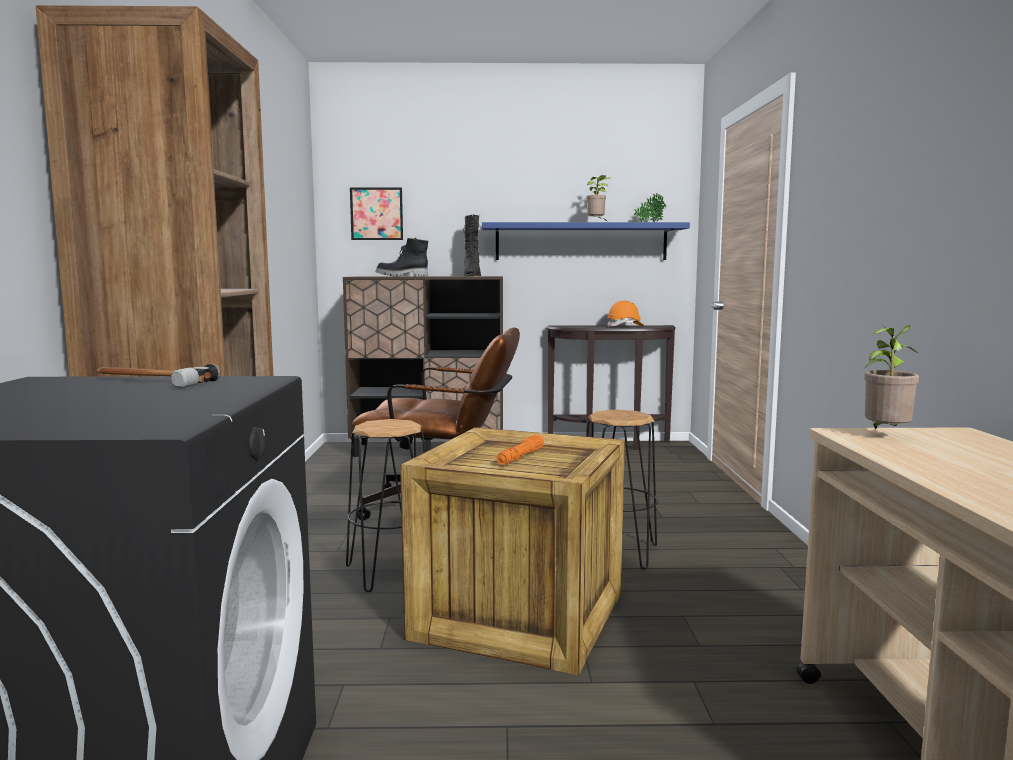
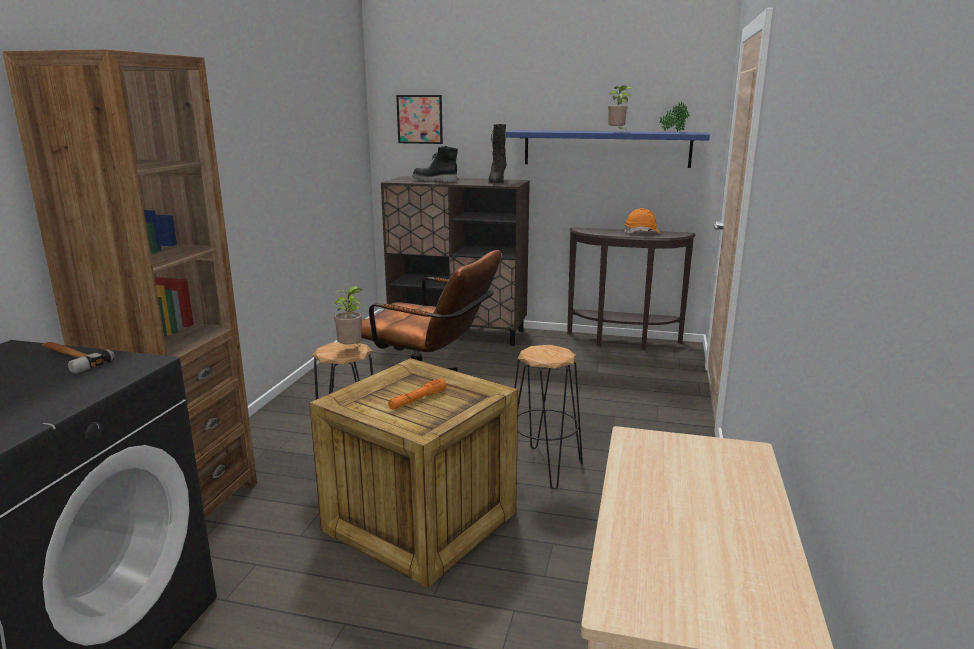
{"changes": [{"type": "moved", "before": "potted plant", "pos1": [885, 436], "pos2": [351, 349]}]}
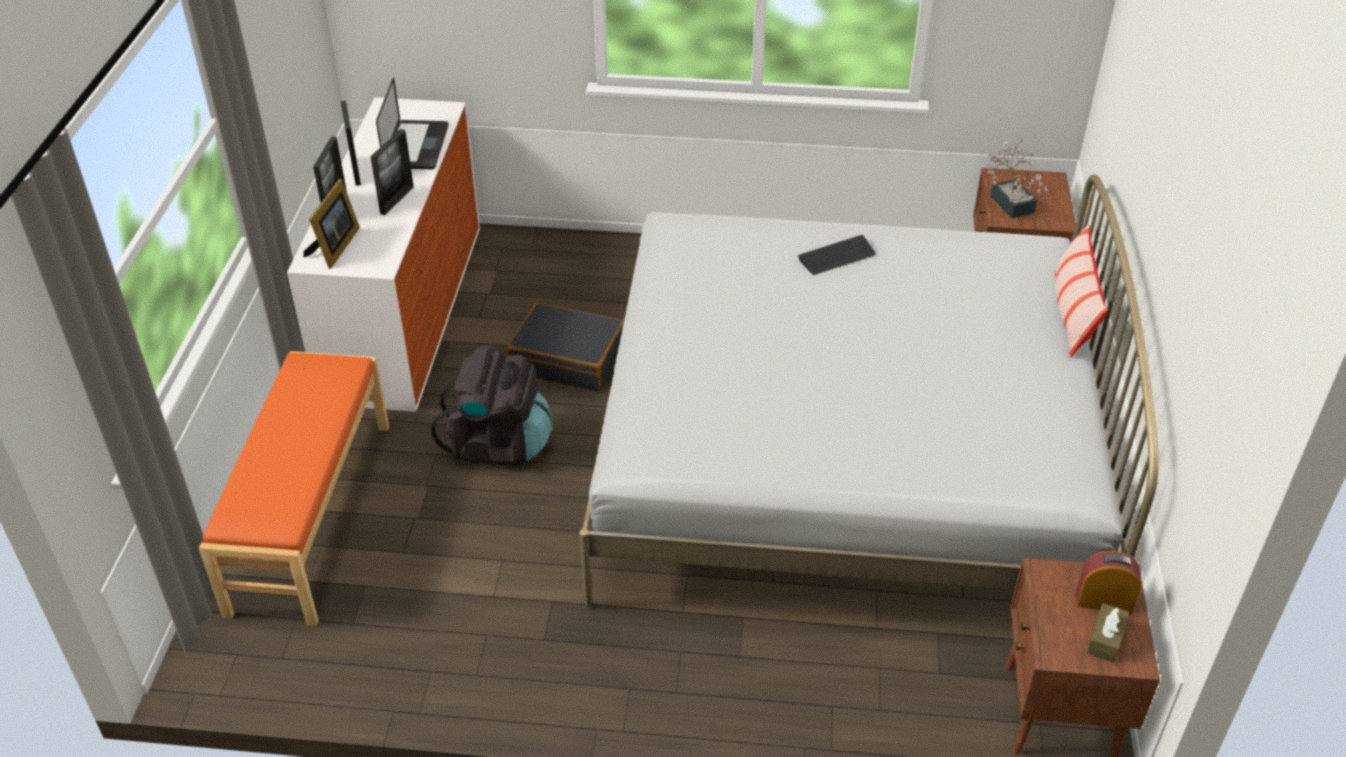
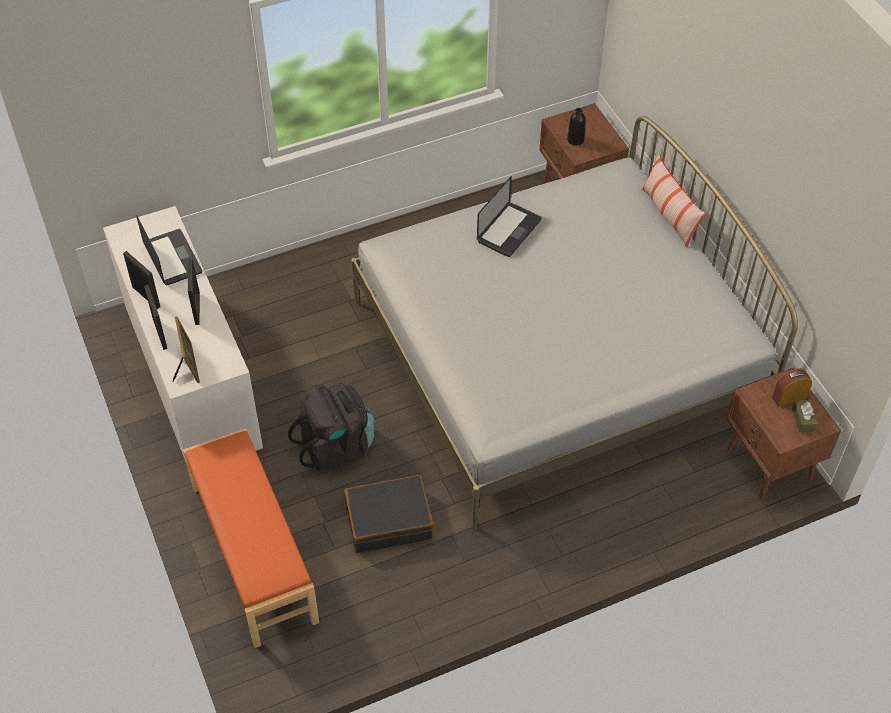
{"changes": [{"type": "replaced", "before": "potted plant", "after": "bottle/black", "pos1": [1009, 201], "pos2": [575, 140]}, {"type": "replaced", "before": "keyboard", "after": "laptop", "pos1": [837, 256], "pos2": [509, 231]}, {"type": "moved", "before": "suitcase/black", "pos1": [568, 359], "pos2": [389, 520]}]}
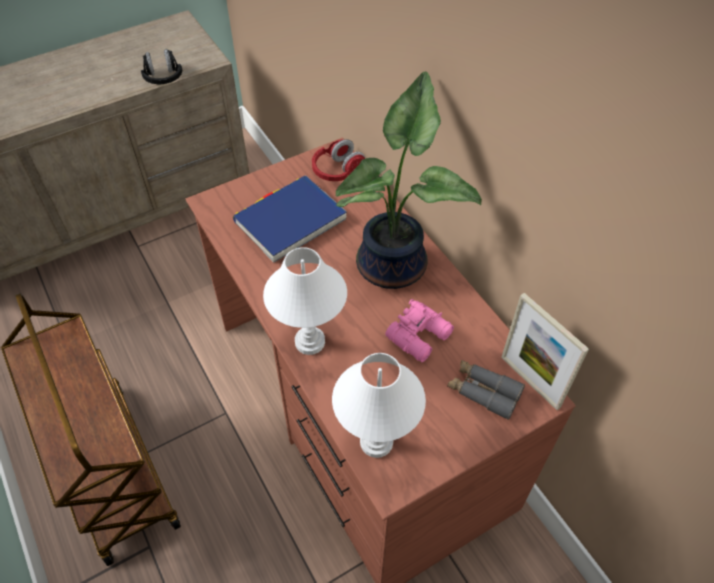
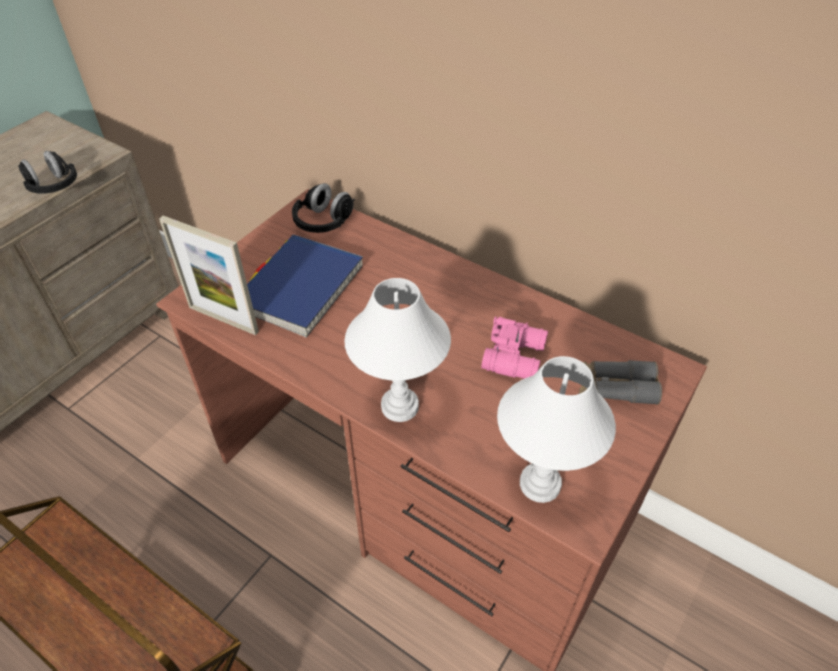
{"changes": [{"type": "removed", "before": "potted plant", "pos1": [395, 264]}, {"type": "recoloured", "before": "headphones/red", "after": "headphones/black", "pos1": [338, 171], "pos2": [324, 222]}, {"type": "moved", "before": "picture frame", "pos1": [530, 382], "pos2": [223, 319]}]}
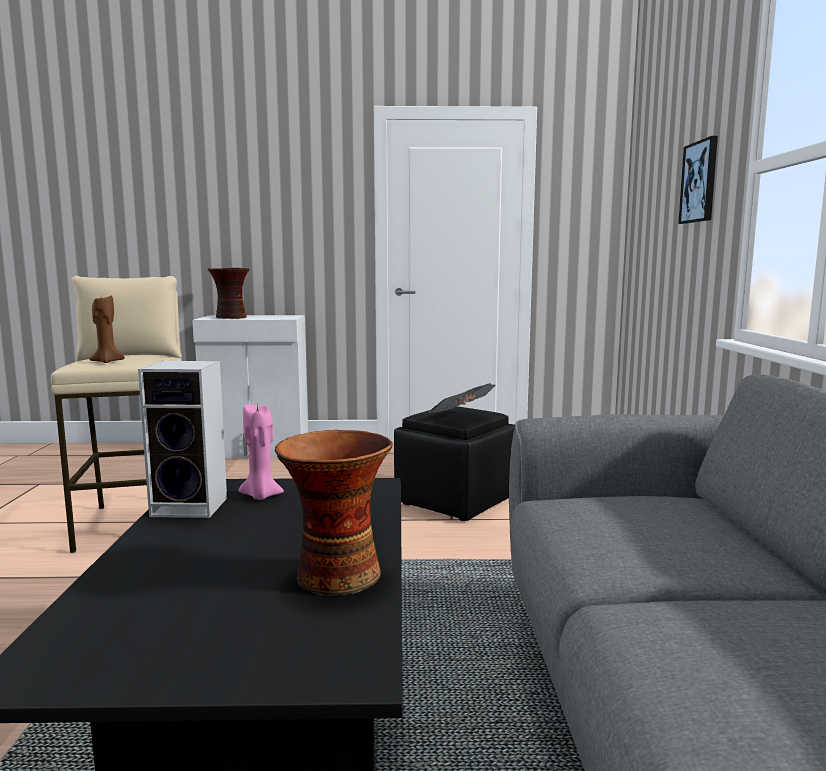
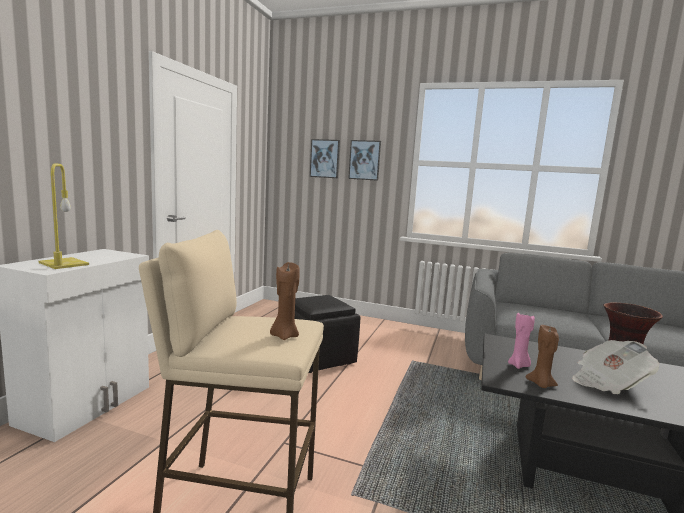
{"changes": [{"type": "replaced", "before": "vase", "after": "table lamp/yellow", "pos1": [231, 317], "pos2": [65, 264]}, {"type": "replaced", "before": "speaker", "after": "candle/brown", "pos1": [193, 506], "pos2": [541, 384]}, {"type": "moved", "before": "newspaper", "pos1": [461, 416], "pos2": [608, 383]}, {"type": "added", "after": "picture", "pos2": [325, 158]}]}
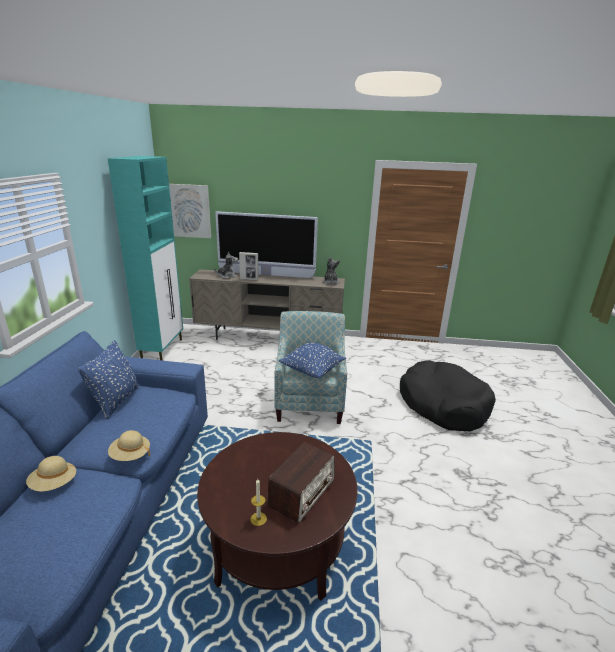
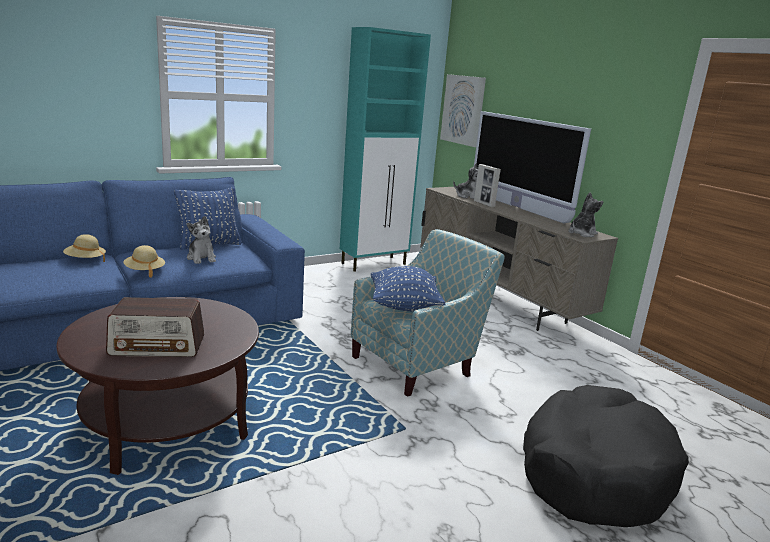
{"changes": [{"type": "removed", "before": "candle", "pos1": [258, 519]}, {"type": "added", "after": "plush toy", "pos2": [201, 258]}]}
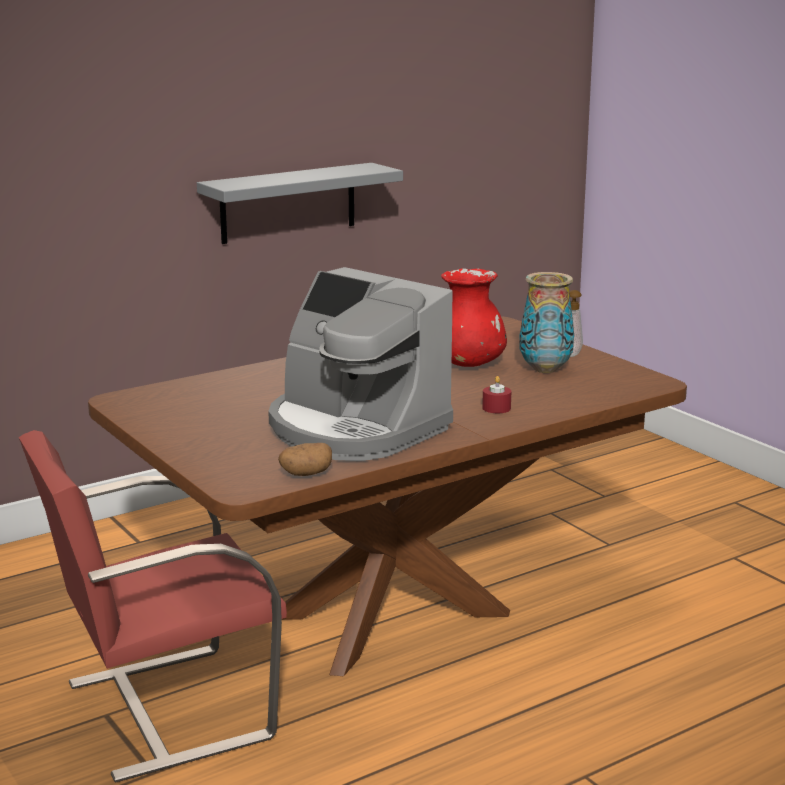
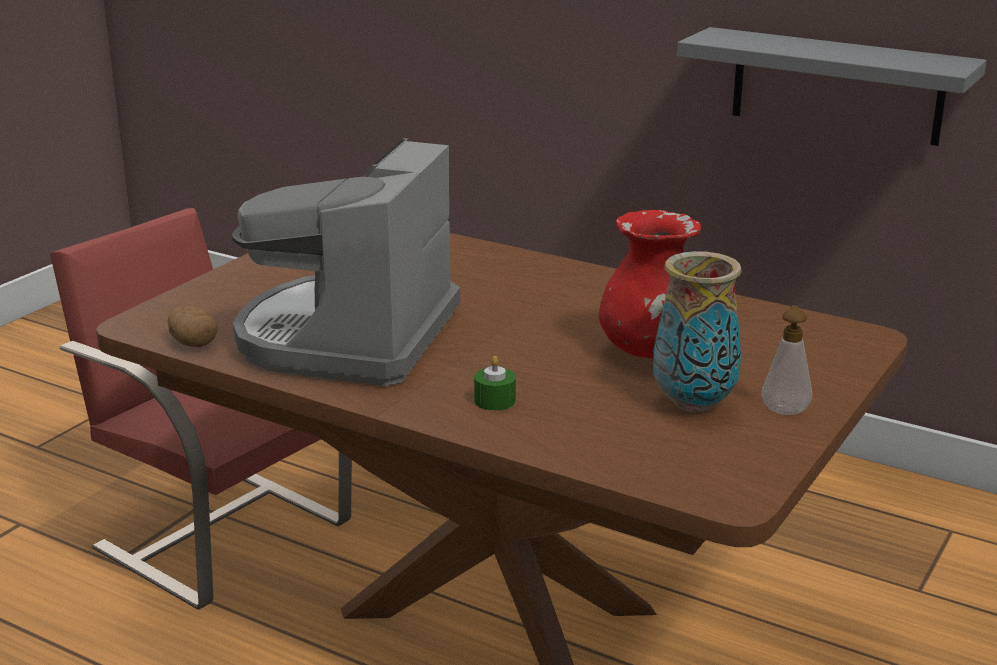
{"changes": [{"type": "recoloured", "before": "candle/red", "after": "candle/green", "pos1": [496, 408], "pos2": [495, 400]}]}
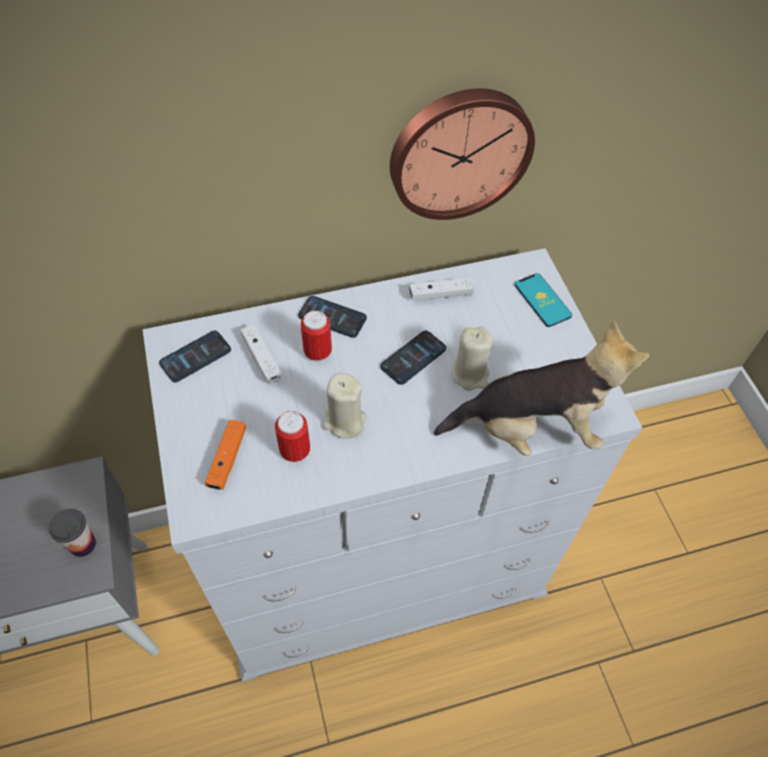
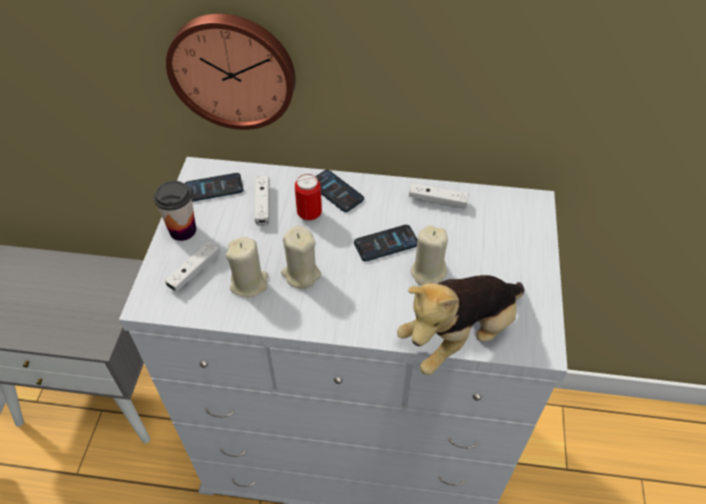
{"changes": [{"type": "moved", "before": "wall clock", "pos1": [459, 152], "pos2": [233, 70]}, {"type": "removed", "before": "phone", "pos1": [542, 300]}, {"type": "turned", "before": "plush toy", "pos1": [531, 429], "pos2": [459, 335], "turn": 120}, {"type": "replaced", "before": "can", "after": "candle/beige", "pos1": [295, 451], "pos2": [249, 283]}, {"type": "recoloured", "before": "game controller/orange", "after": "game controller/white", "pos1": [227, 459], "pos2": [195, 271]}, {"type": "moved", "before": "cup", "pos1": [83, 544], "pos2": [183, 230]}]}
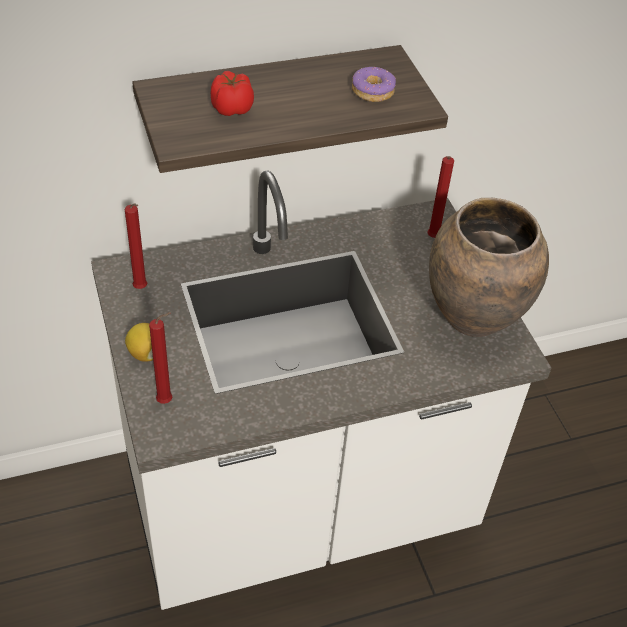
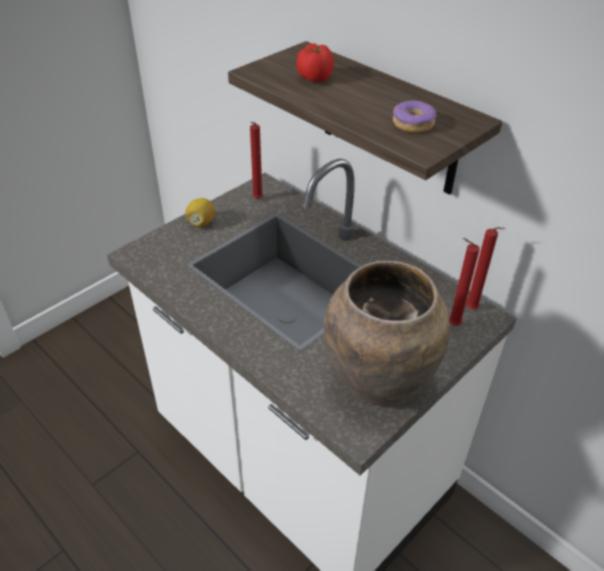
{"changes": [{"type": "moved", "before": "candle/red", "pos1": [167, 401], "pos2": [473, 310]}]}
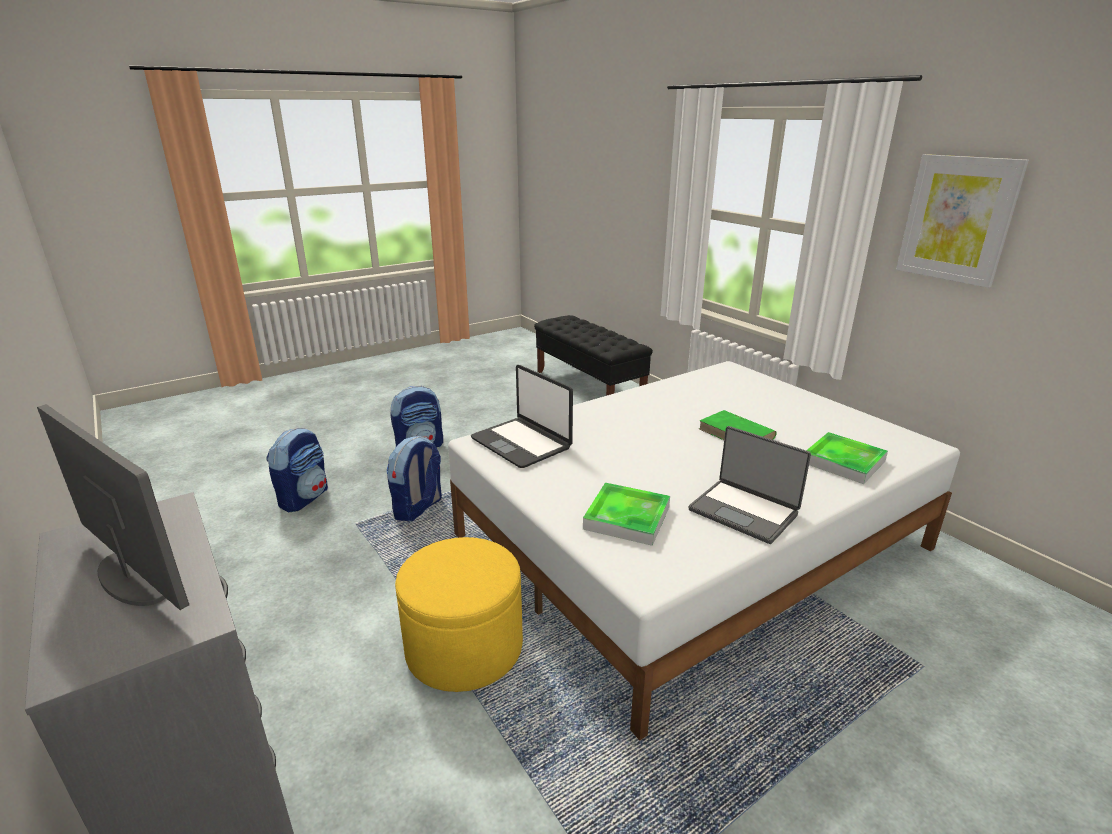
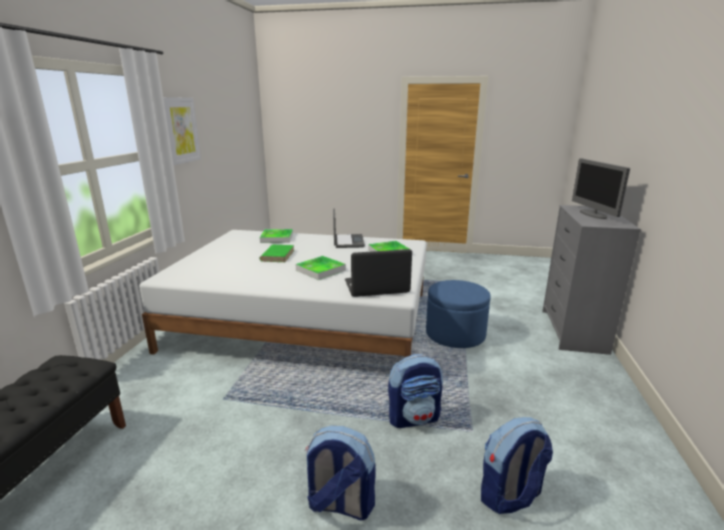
{"changes": [{"type": "turned", "before": "laptop", "pos1": [522, 443], "pos2": [376, 287], "turn": -105}, {"type": "recoloured", "before": "ottoman/yellow", "after": "ottoman/blue", "pos1": [464, 647], "pos2": [455, 334]}, {"type": "added", "after": "tray", "pos2": [320, 270]}]}
